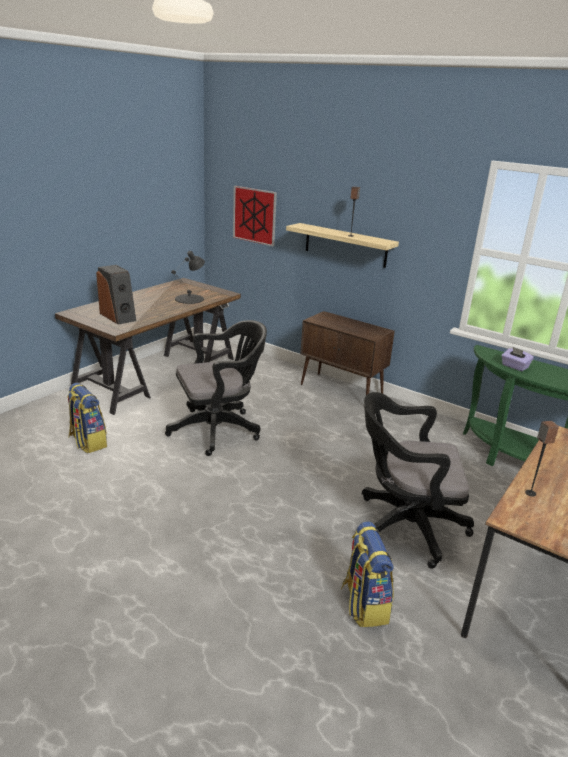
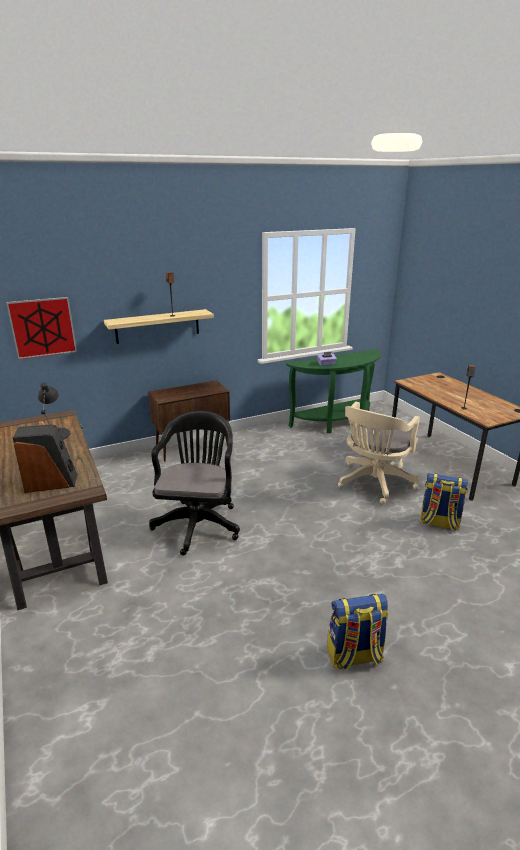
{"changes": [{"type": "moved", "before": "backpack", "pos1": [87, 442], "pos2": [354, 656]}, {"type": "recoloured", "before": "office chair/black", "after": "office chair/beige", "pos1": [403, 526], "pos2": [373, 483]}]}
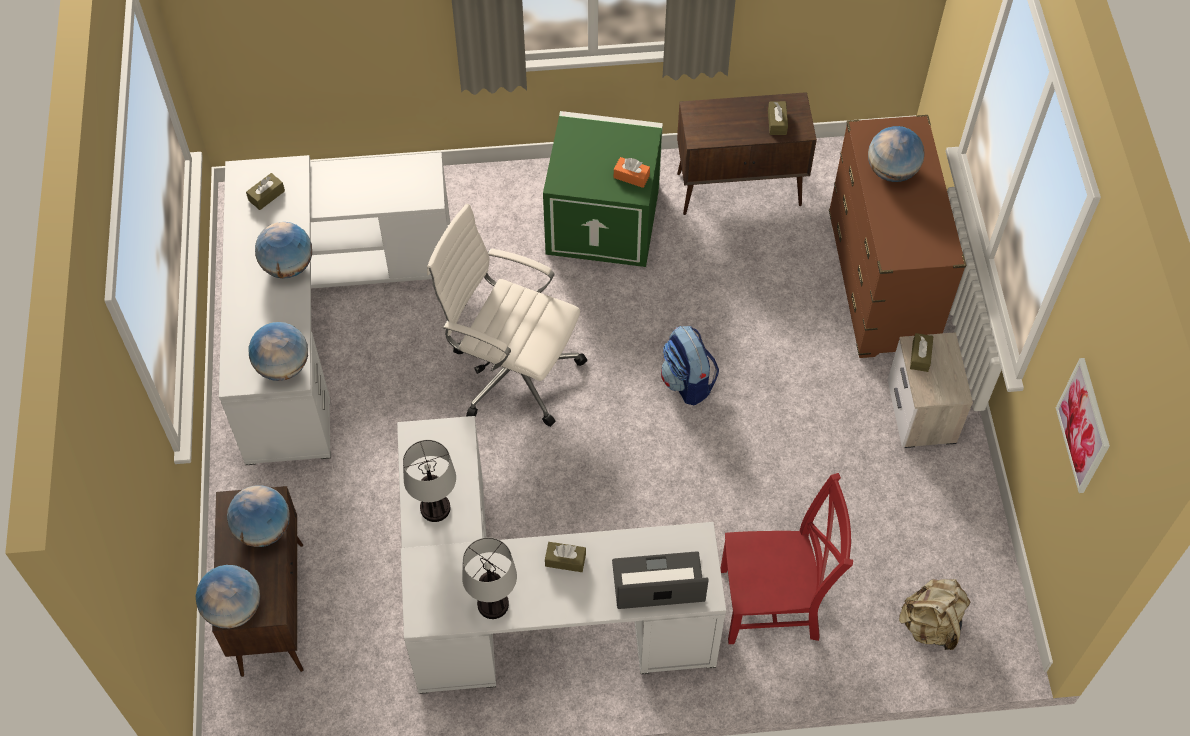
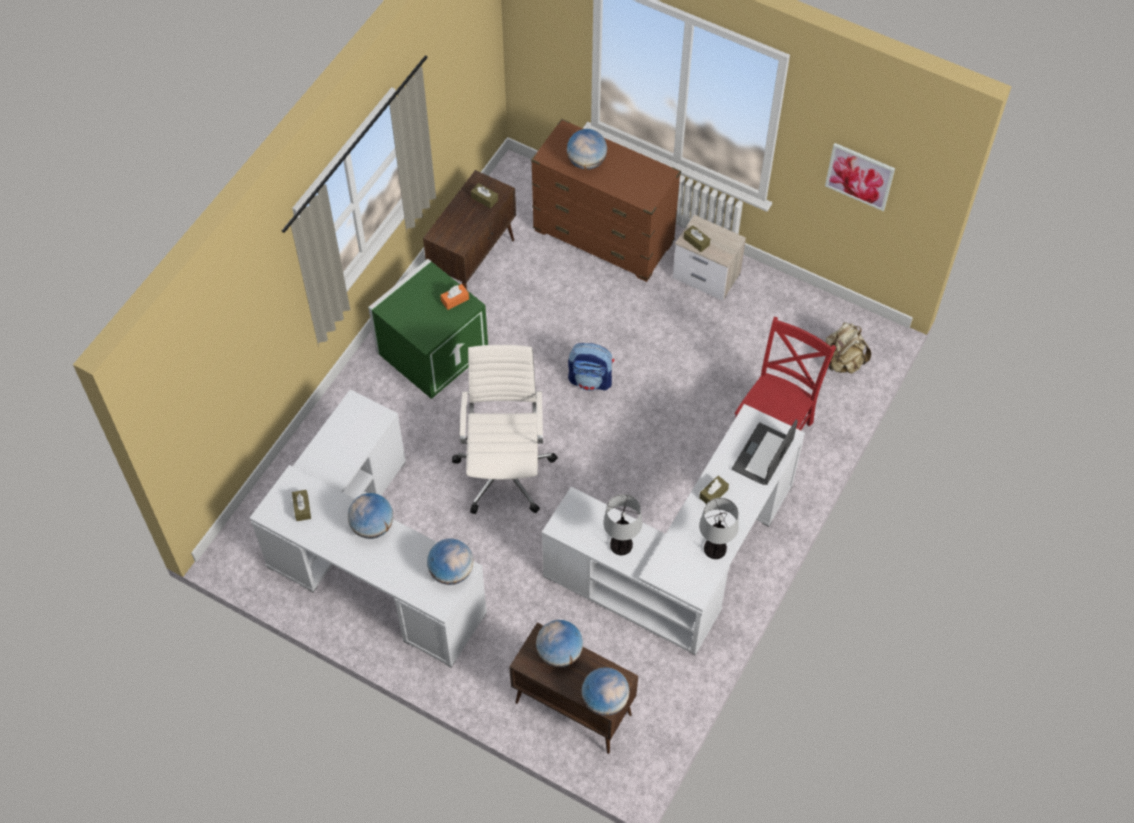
{"changes": [{"type": "turned", "before": "office chair/white", "pos1": [512, 371], "pos2": [505, 470], "turn": 120}]}
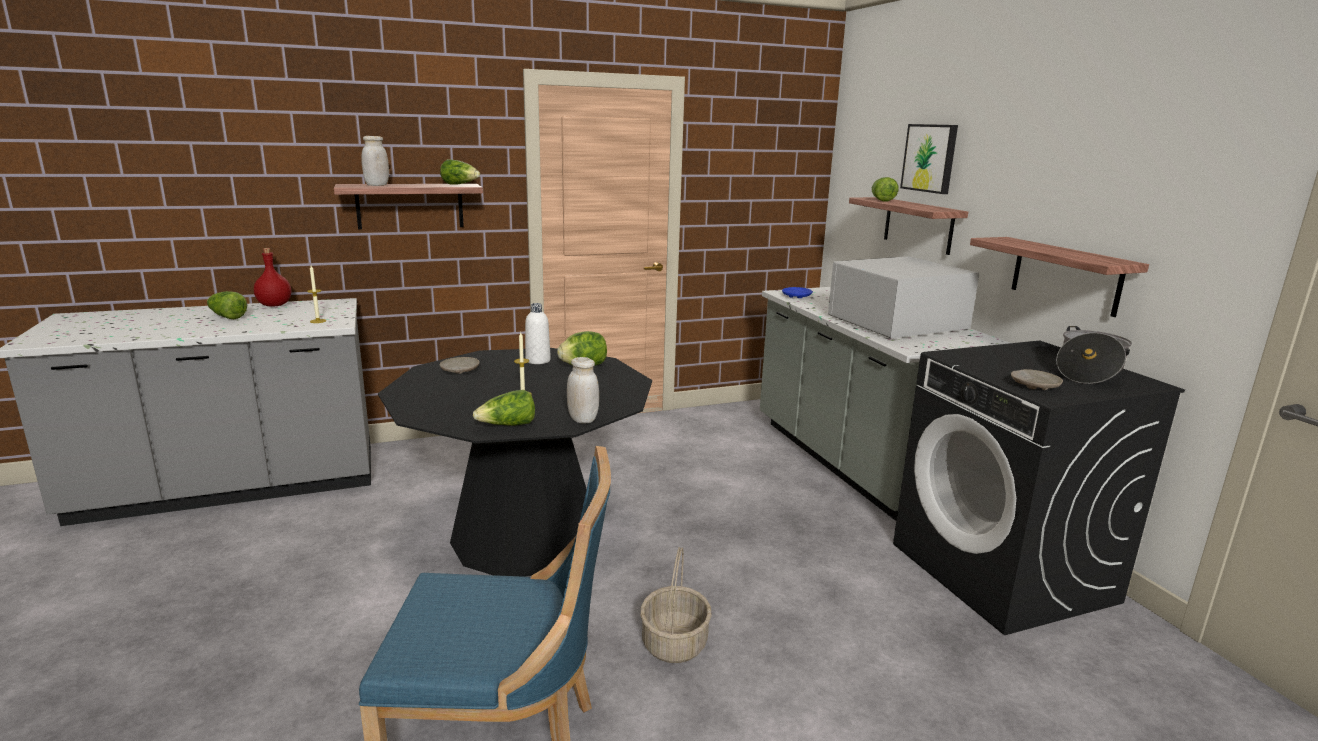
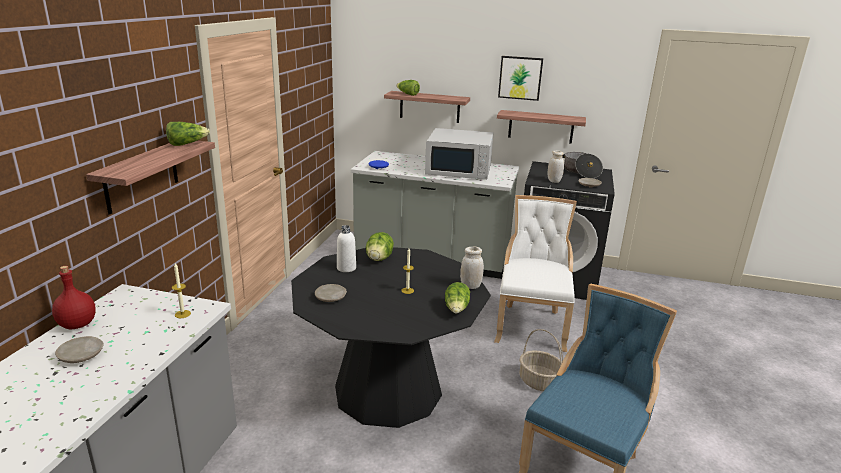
{"changes": [{"type": "moved", "before": "picture", "pos1": [930, 158], "pos2": [520, 77]}, {"type": "moved", "before": "jar/white", "pos1": [377, 185], "pos2": [554, 181]}, {"type": "turned", "before": "microwave/white", "pos1": [895, 323], "pos2": [459, 170], "turn": -90}, {"type": "replaced", "before": "lettuce", "after": "plate/beige", "pos1": [227, 317], "pos2": [81, 355]}, {"type": "added", "after": "chair/white", "pos2": [531, 325]}]}
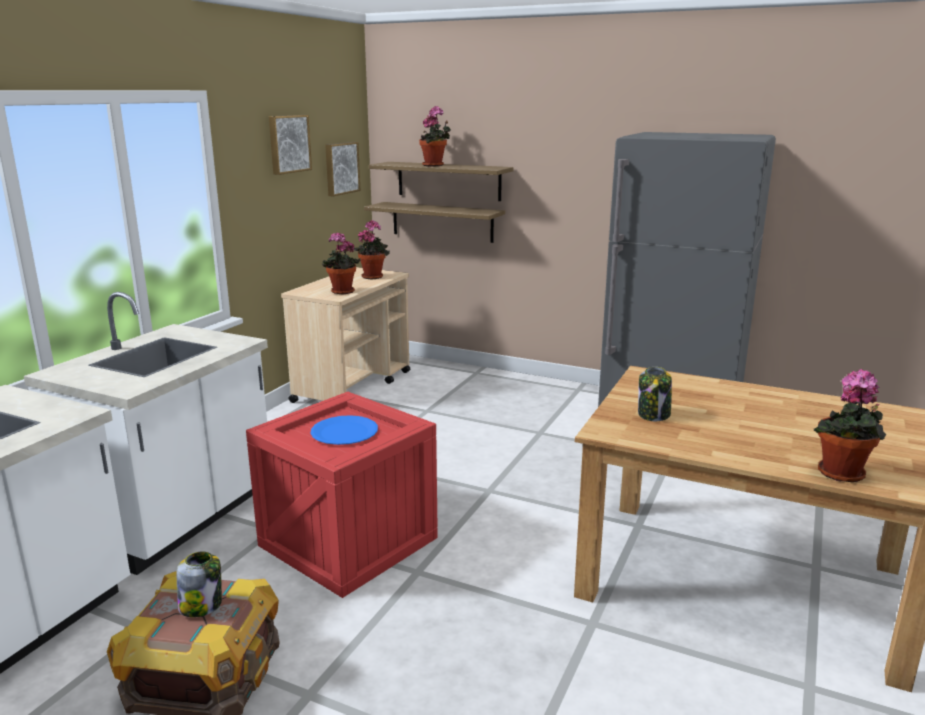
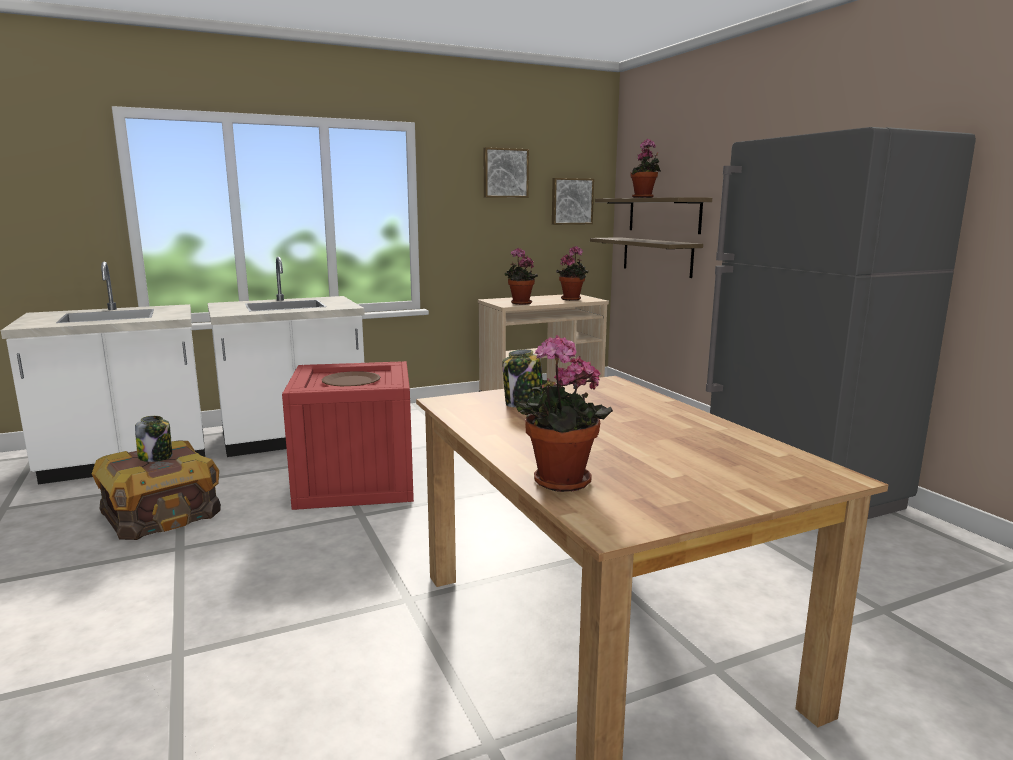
{"changes": [{"type": "recoloured", "before": "plate/blue", "after": "plate/brown", "pos1": [344, 432], "pos2": [351, 381]}]}
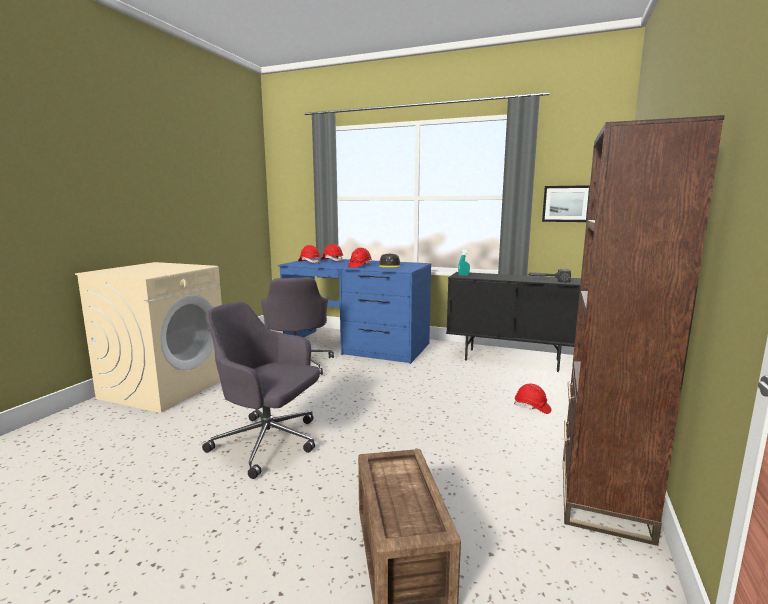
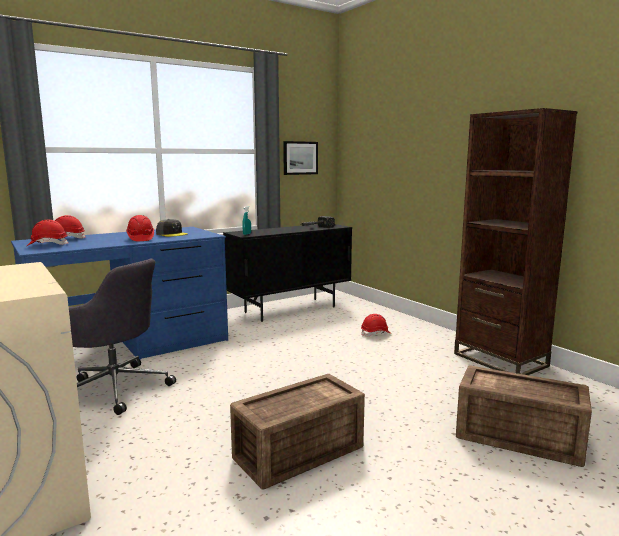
{"changes": [{"type": "replaced", "before": "office chair/grey", "after": "crate", "pos1": [269, 443], "pos2": [296, 452]}]}
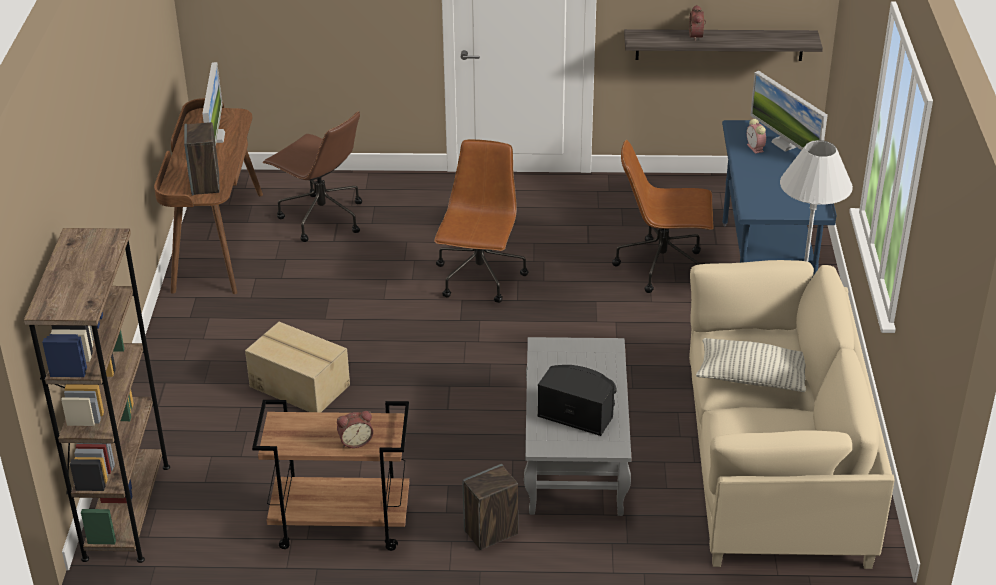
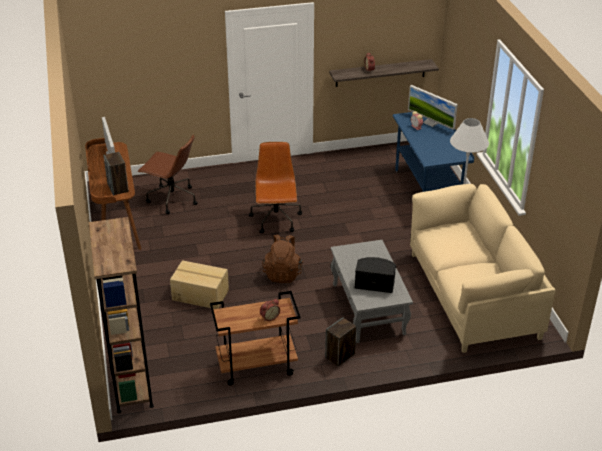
{"changes": [{"type": "removed", "before": "office chair/brown", "pos1": [663, 266]}, {"type": "removed", "before": "pillow", "pos1": [752, 377]}, {"type": "added", "after": "backpack/brown", "pos2": [283, 273]}]}
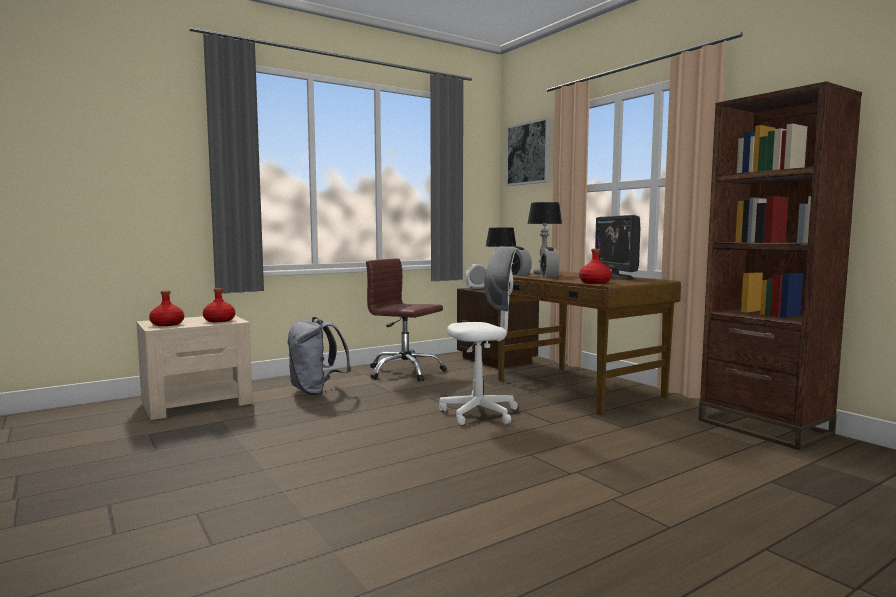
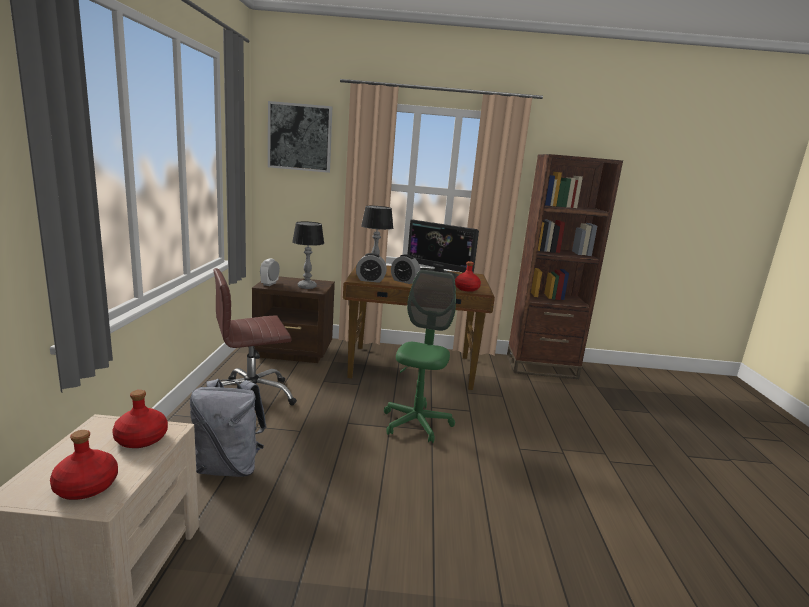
{"changes": [{"type": "recoloured", "before": "office chair/white", "after": "office chair/green", "pos1": [479, 413], "pos2": [416, 424]}]}
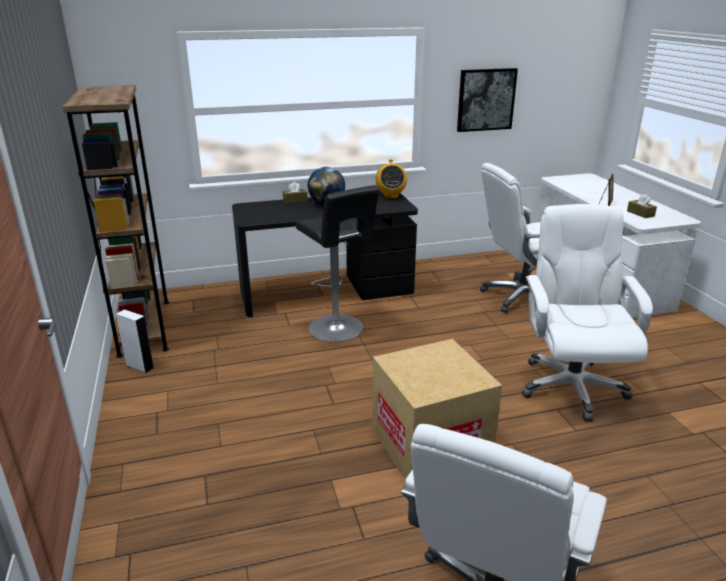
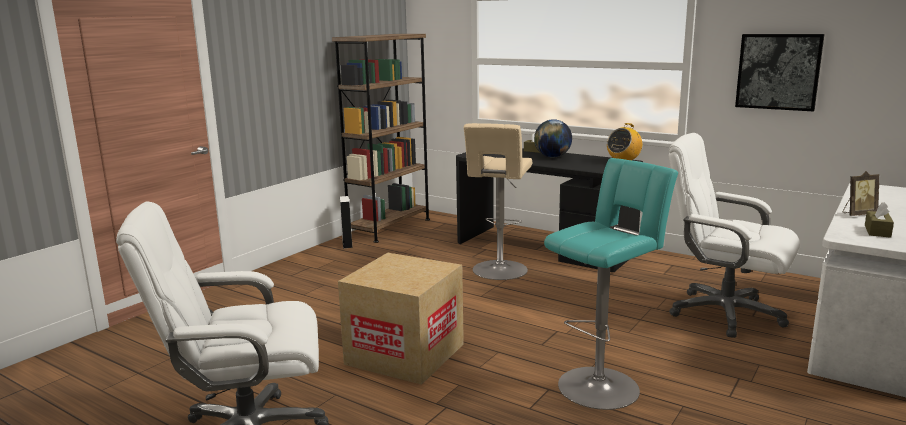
{"changes": [{"type": "recoloured", "before": "stool/black", "after": "stool/beige", "pos1": [338, 329], "pos2": [499, 271]}, {"type": "replaced", "before": "office chair/white", "after": "stool/turquoise", "pos1": [571, 386], "pos2": [602, 385]}]}
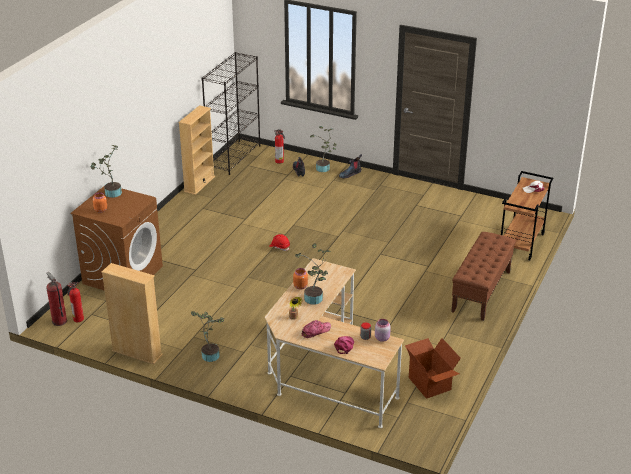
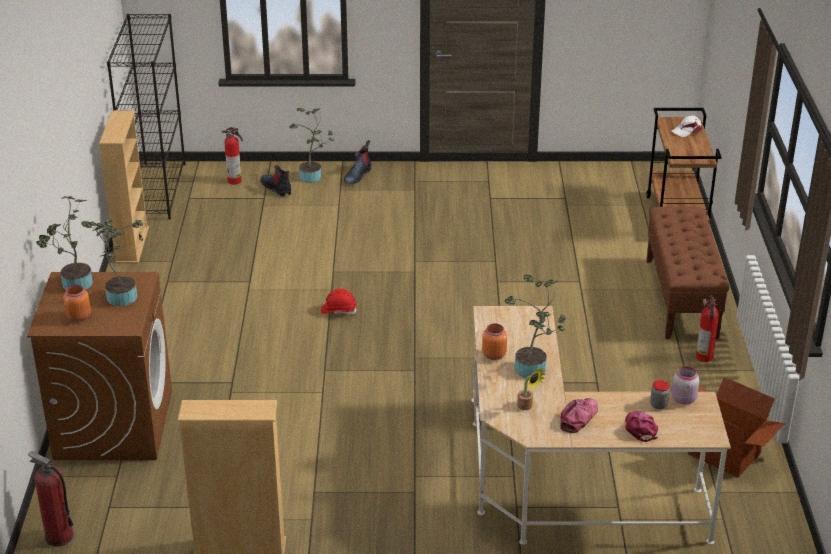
{"changes": [{"type": "moved", "before": "fire extinguisher", "pos1": [78, 319], "pos2": [704, 357]}, {"type": "moved", "before": "potted plant", "pos1": [210, 354], "pos2": [119, 295]}]}
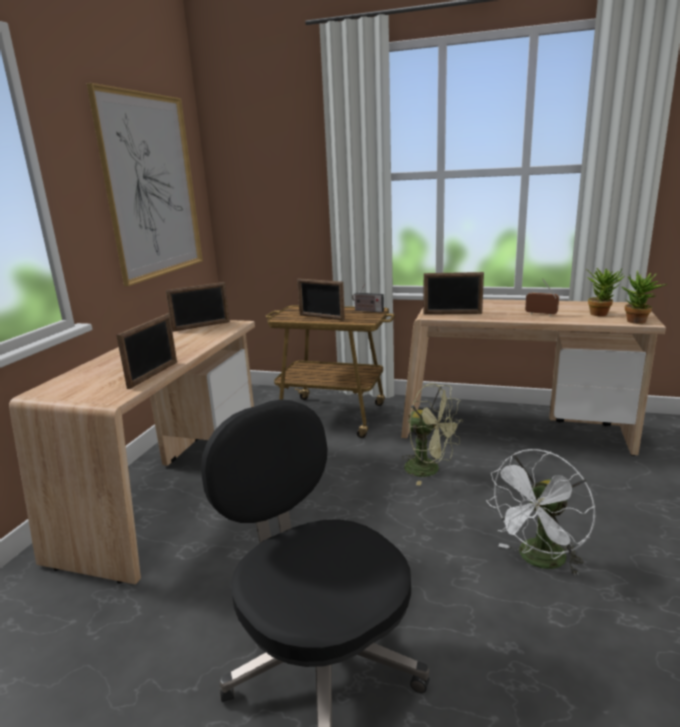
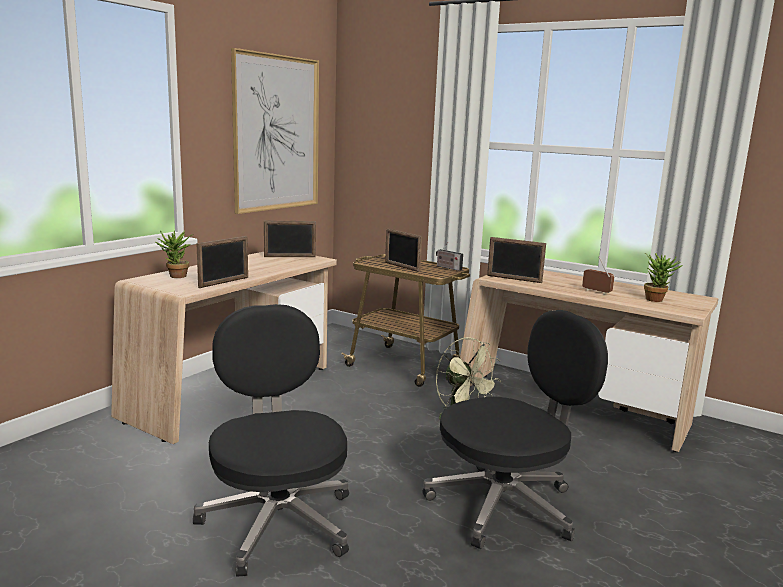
{"changes": [{"type": "moved", "before": "potted plant", "pos1": [637, 322], "pos2": [175, 277]}, {"type": "replaced", "before": "fan/white", "after": "office chair/black", "pos1": [539, 561], "pos2": [505, 505]}]}
